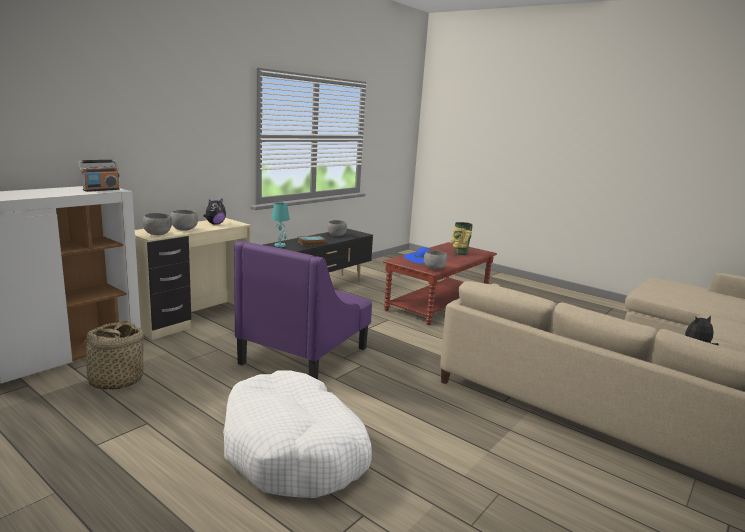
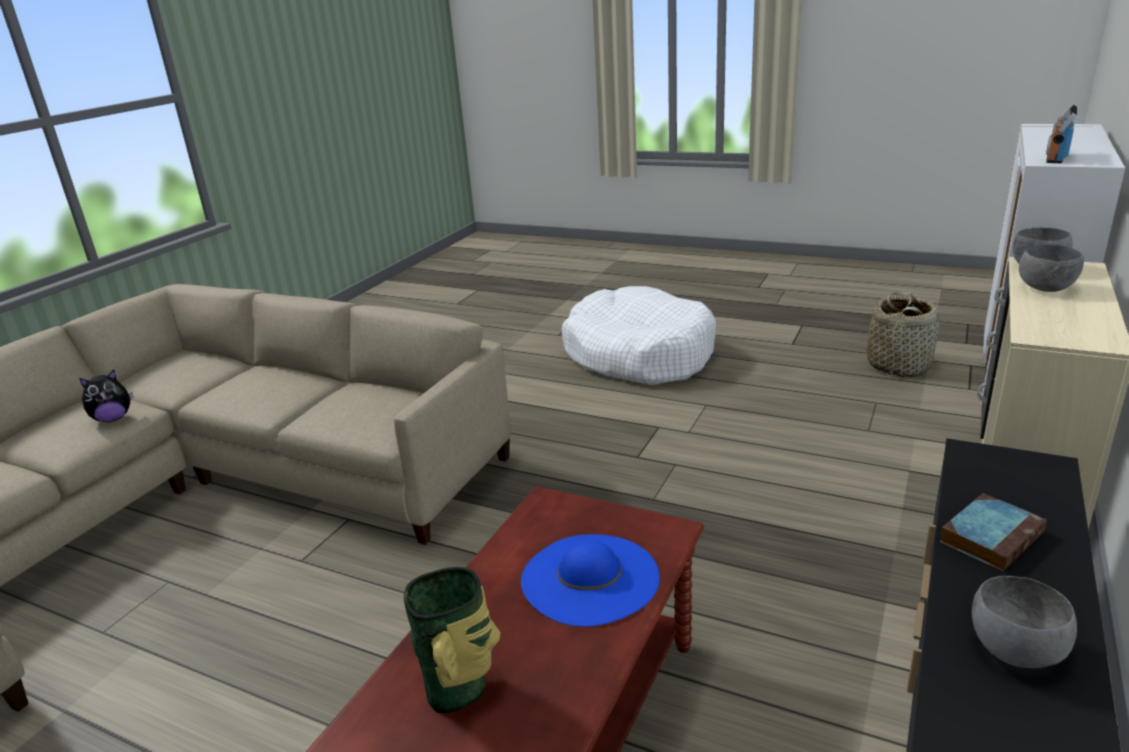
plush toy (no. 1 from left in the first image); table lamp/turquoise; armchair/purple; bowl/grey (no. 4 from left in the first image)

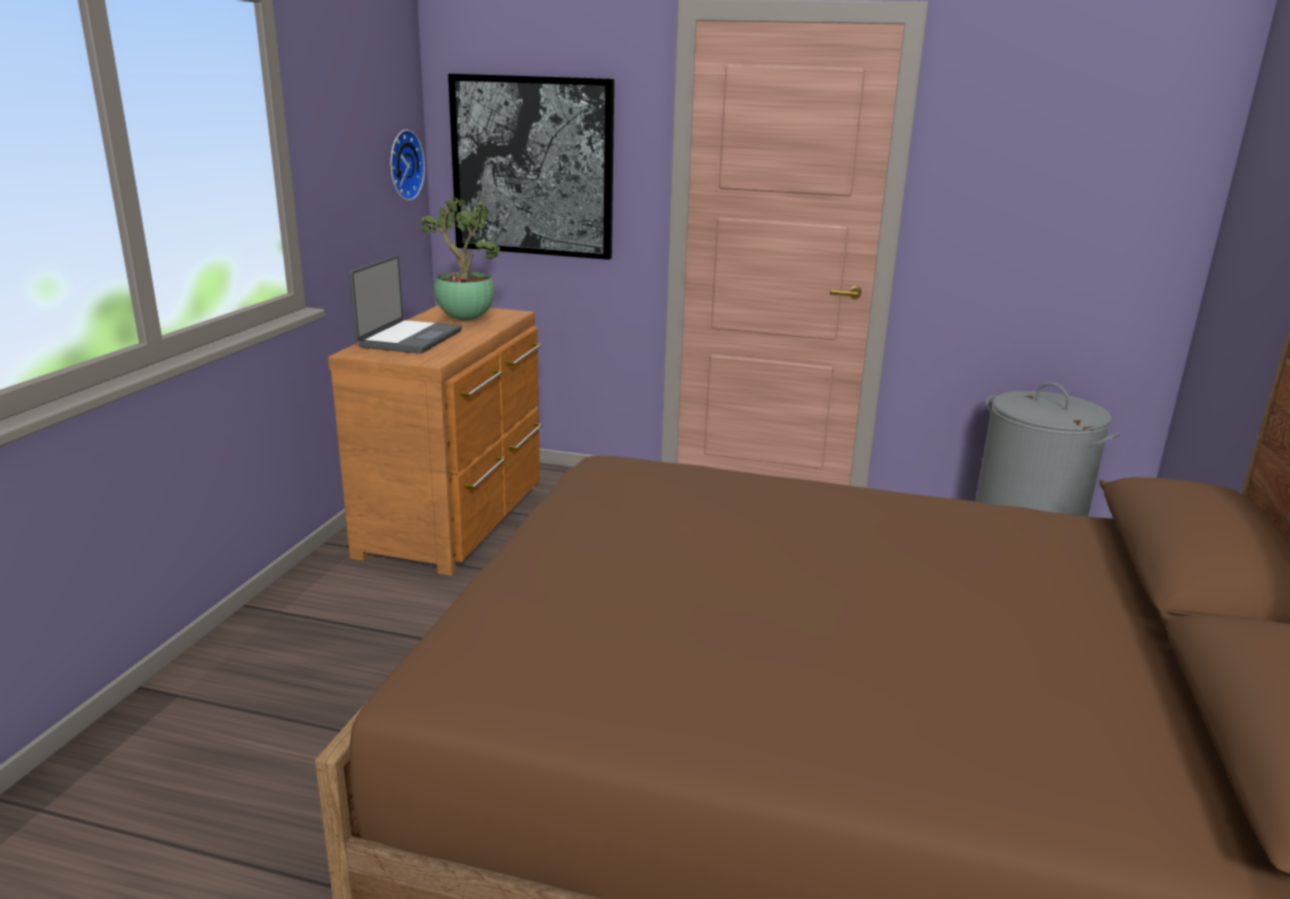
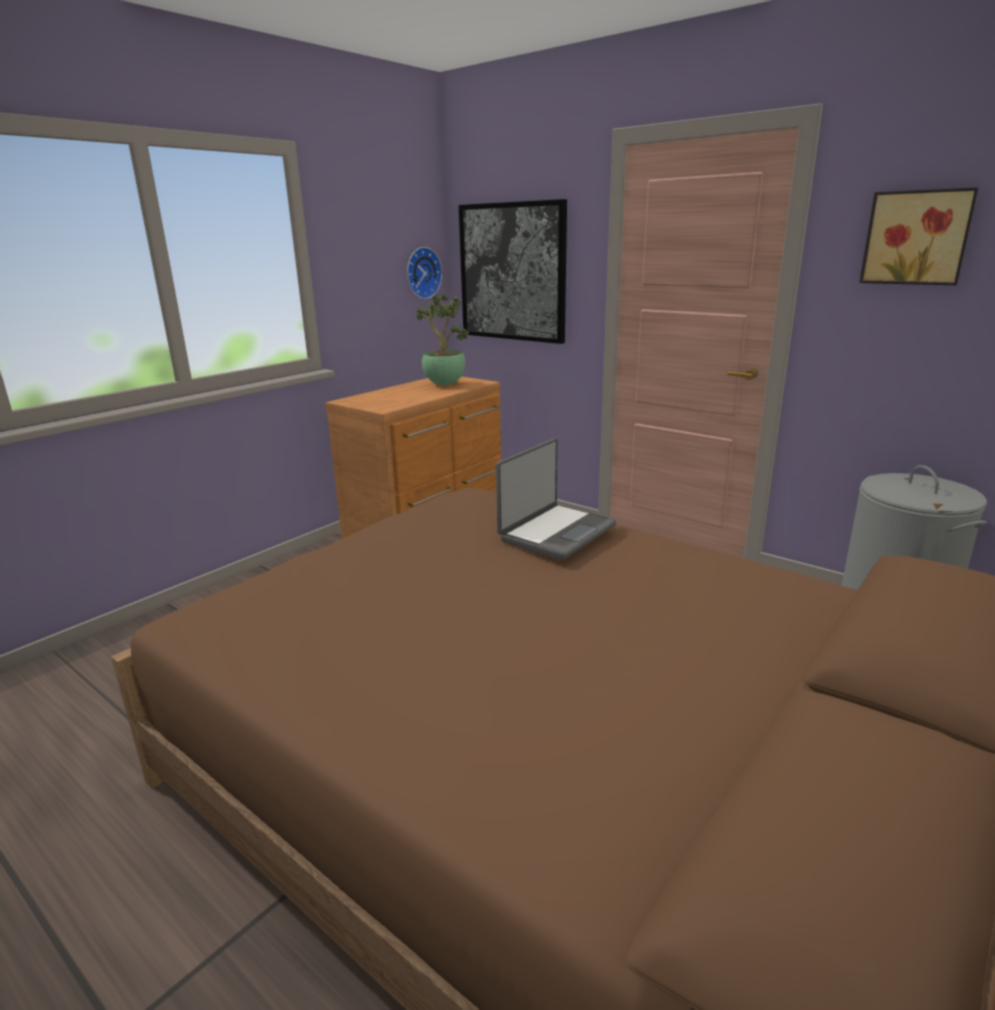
laptop; picture (no. 2 from left)

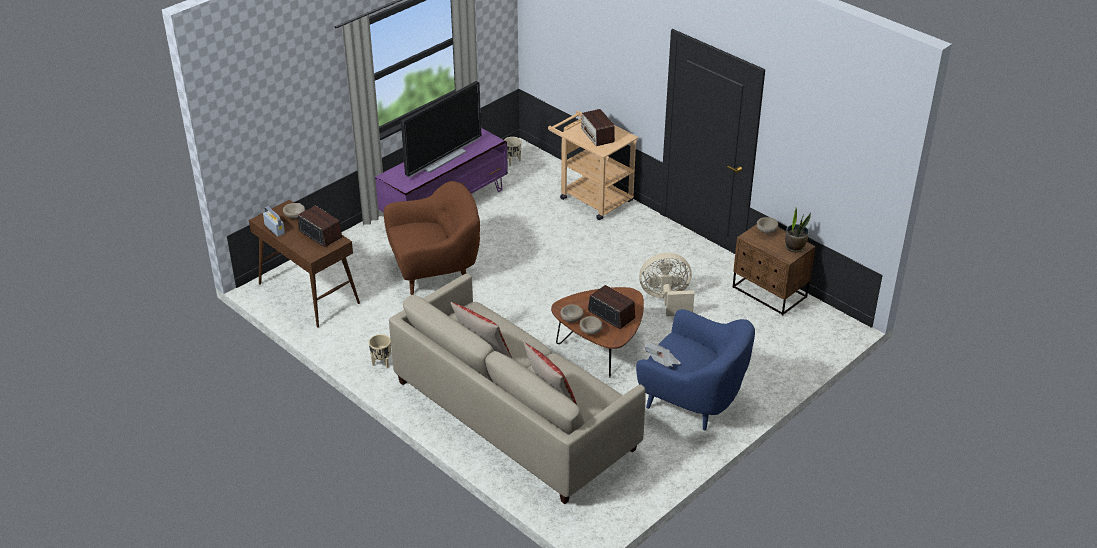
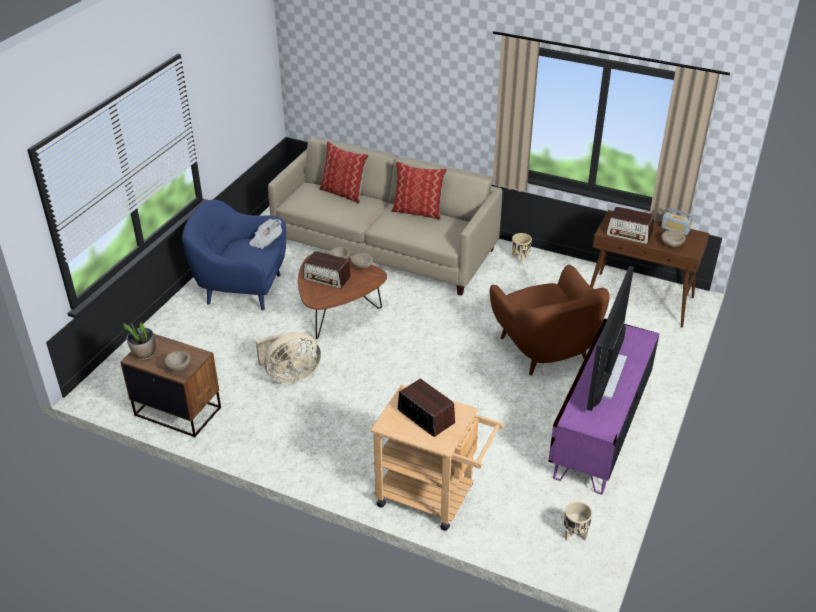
armchair/brown

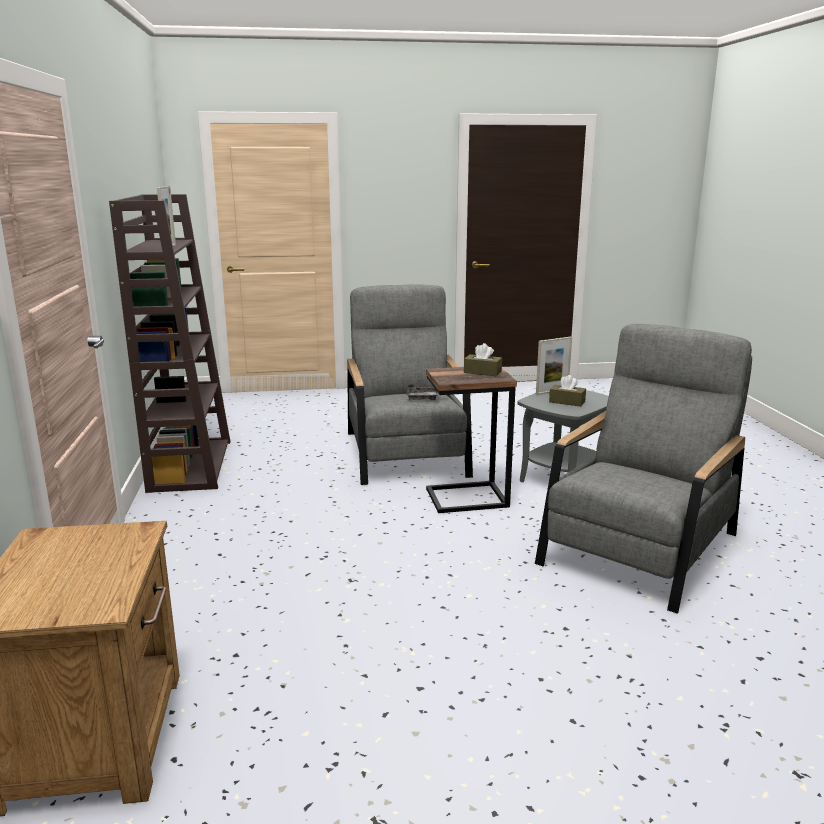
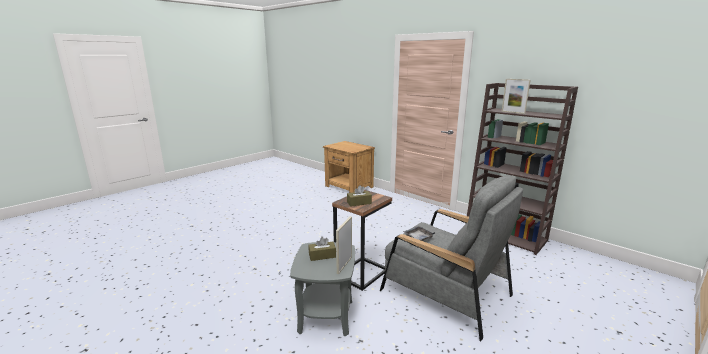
armchair/grey (no. 2 from left in the first image)

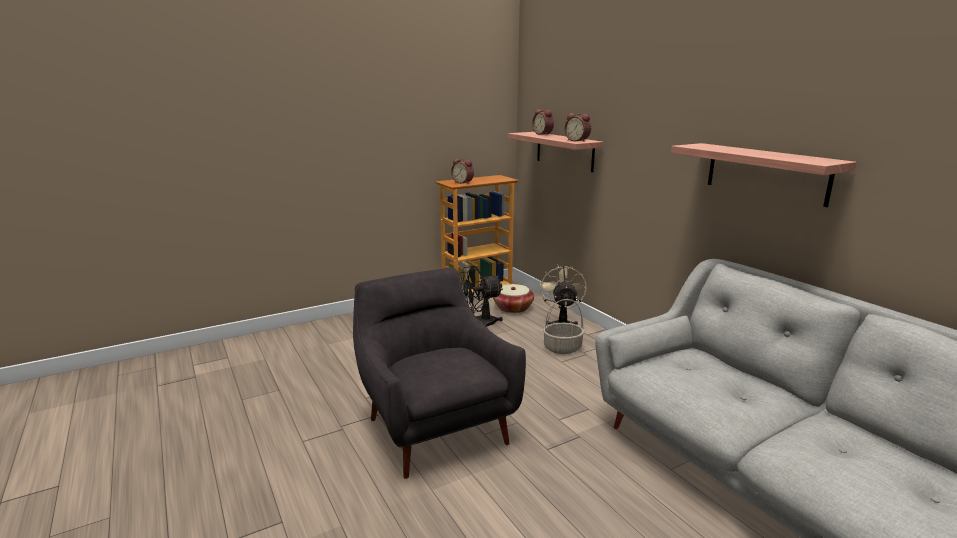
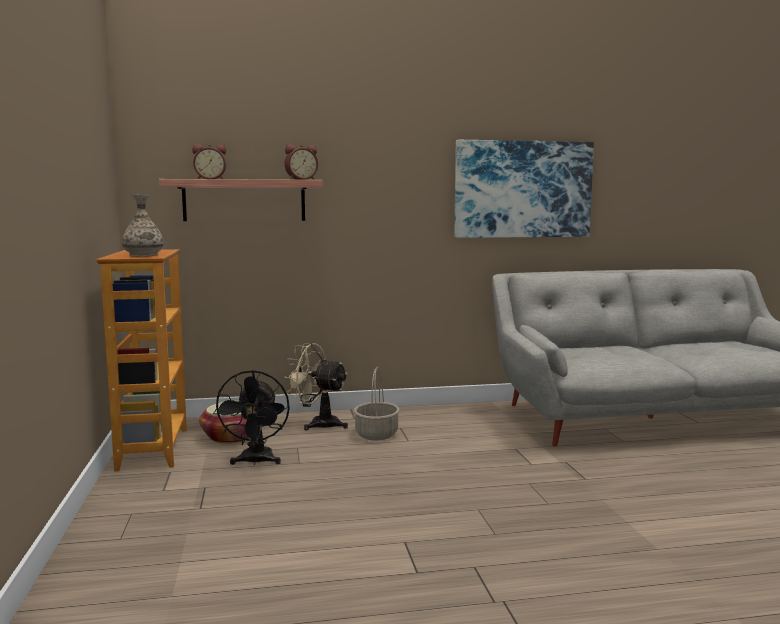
picture; vase; armchair/grey

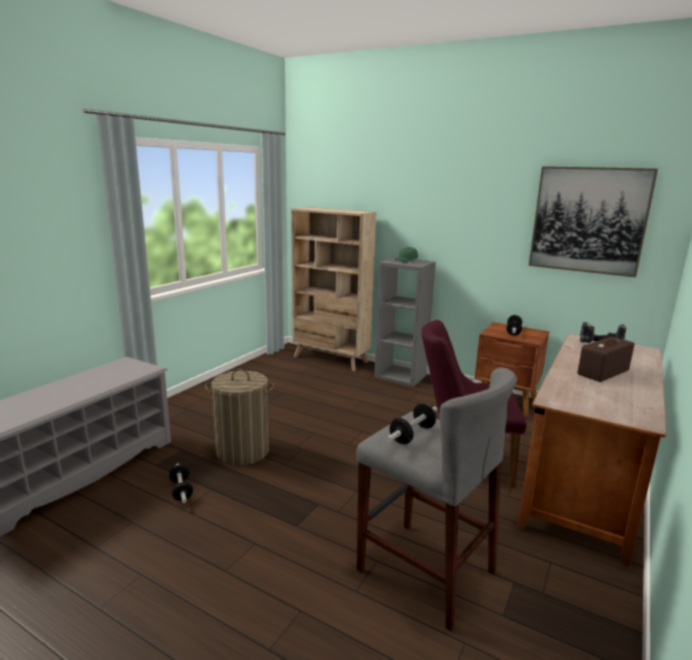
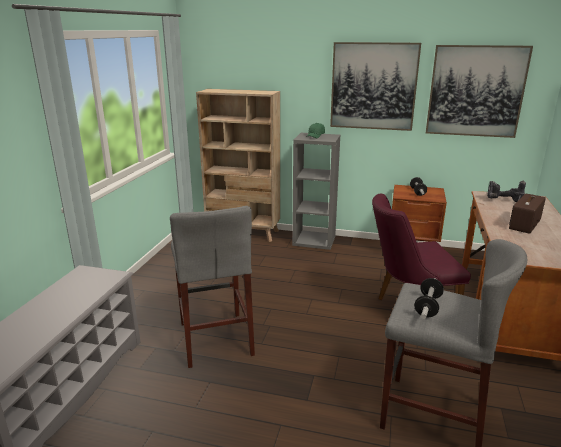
stool/grey (no. 1 from left); dumbbell (no. 1 from left in the first image); picture (no. 1 from left)

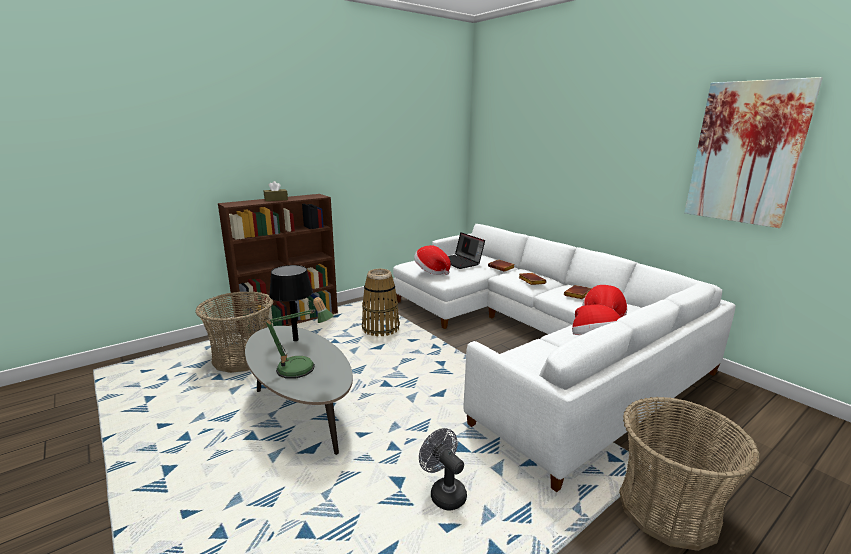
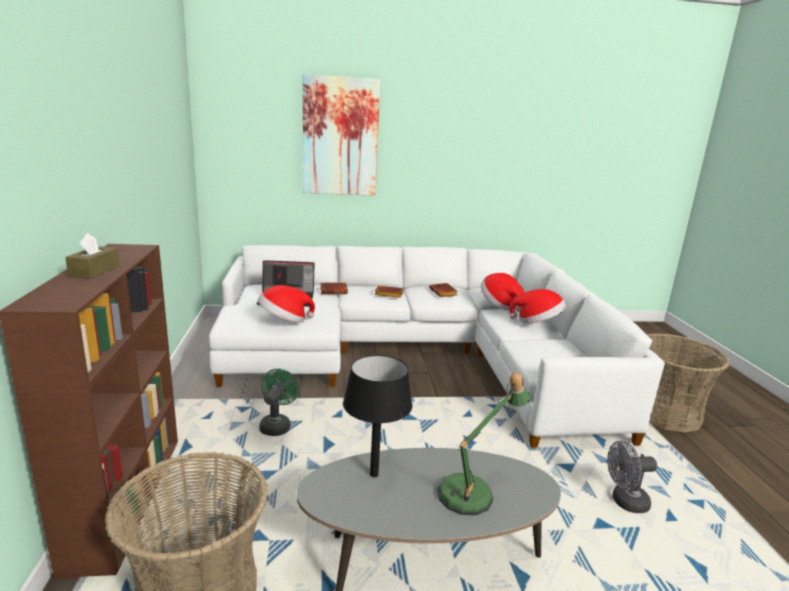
picture; fan/green

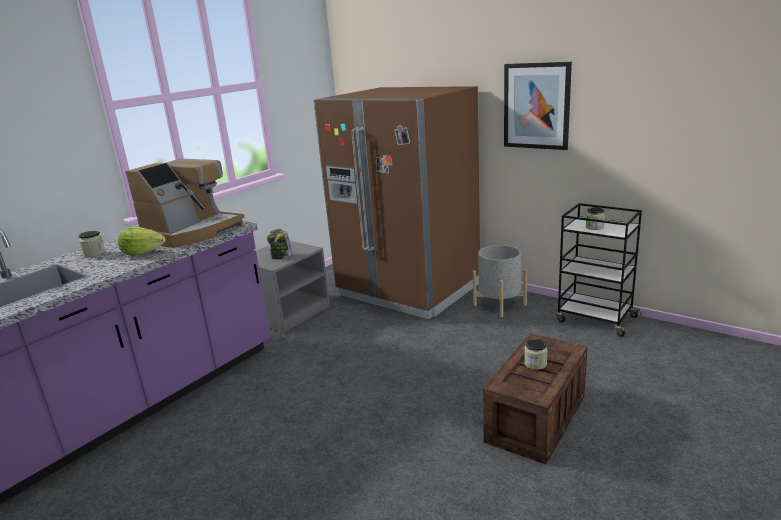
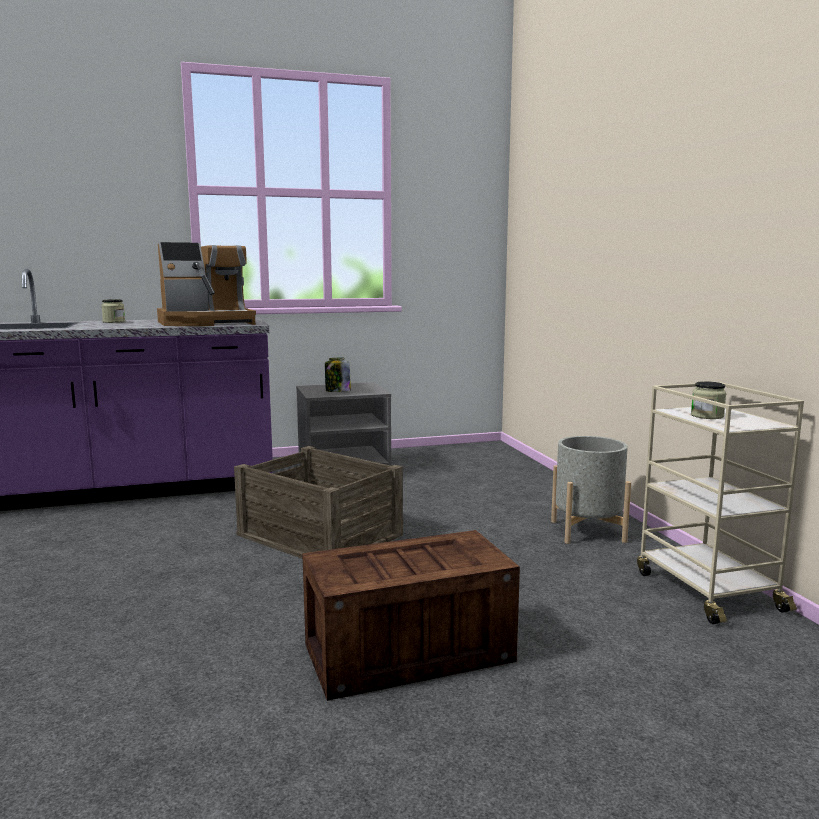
picture; fridge/brown; cart/beige; lettuce; jar (no. 3 from left in the first image); crate (no. 1 from left)

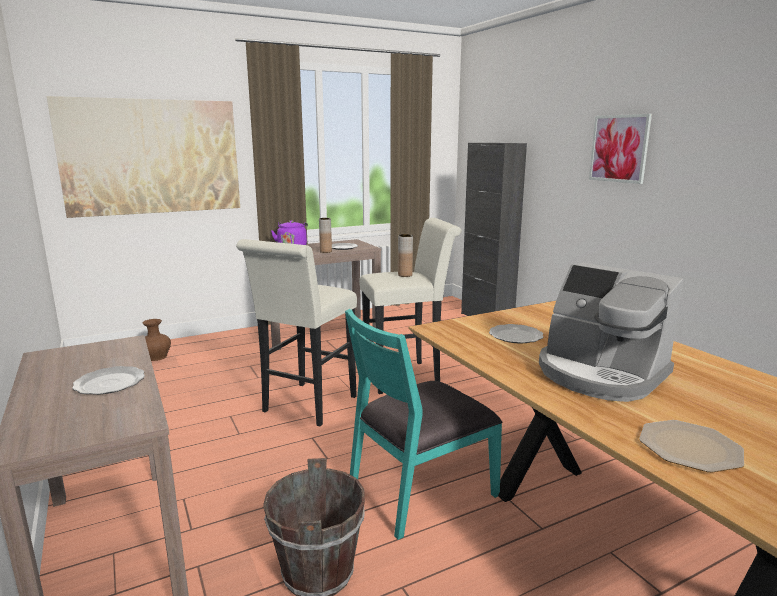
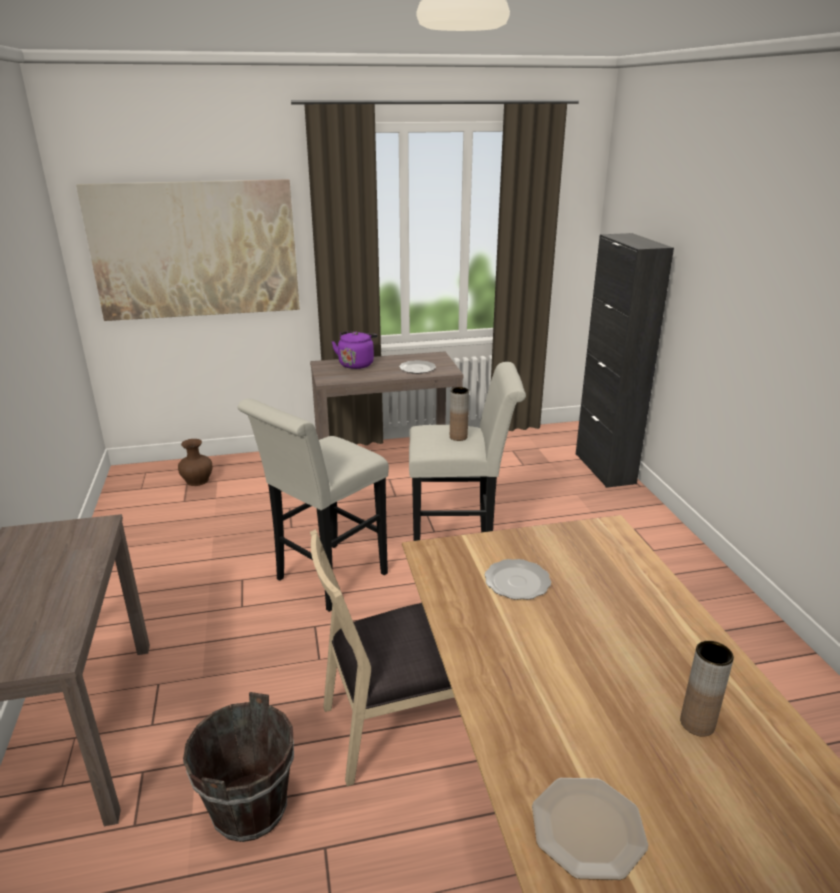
picture (no. 2 from left in the first image); vase/brown (no. 3 from left); coffee machine; chair/beige; plate (no. 1 from left in the first image)

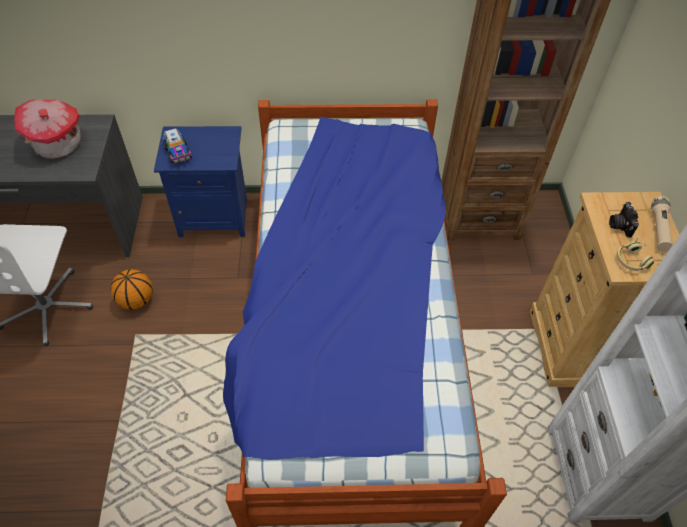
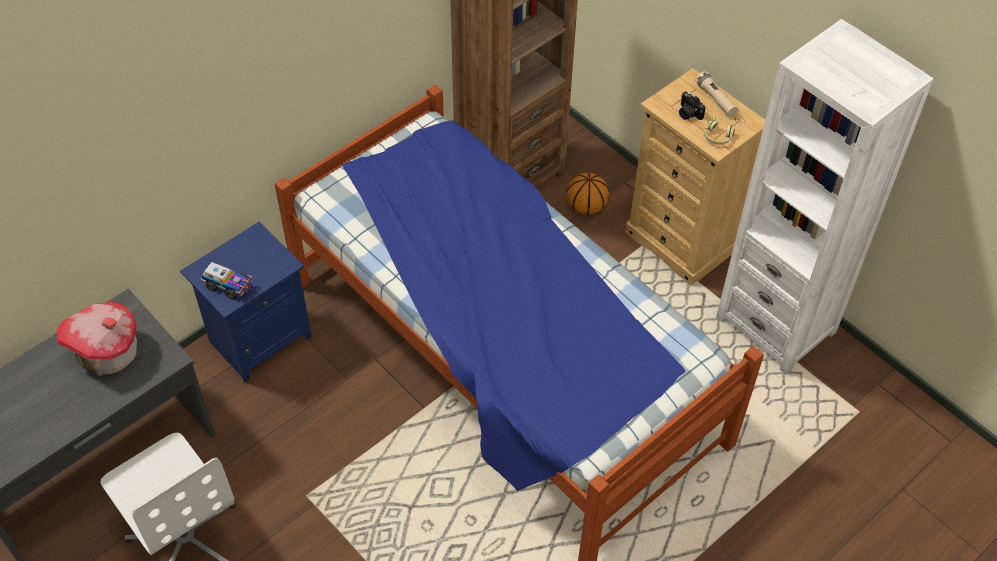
basketball

